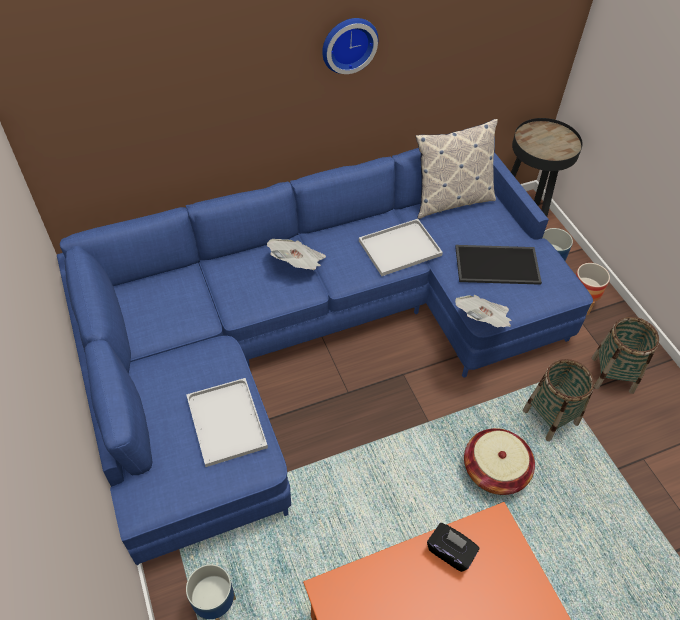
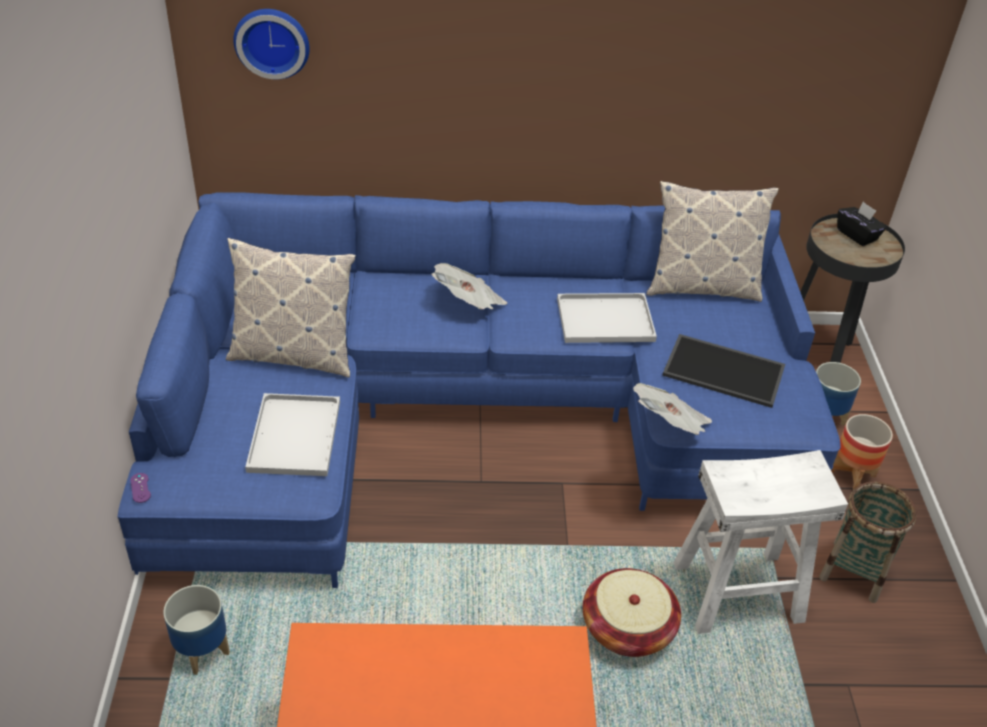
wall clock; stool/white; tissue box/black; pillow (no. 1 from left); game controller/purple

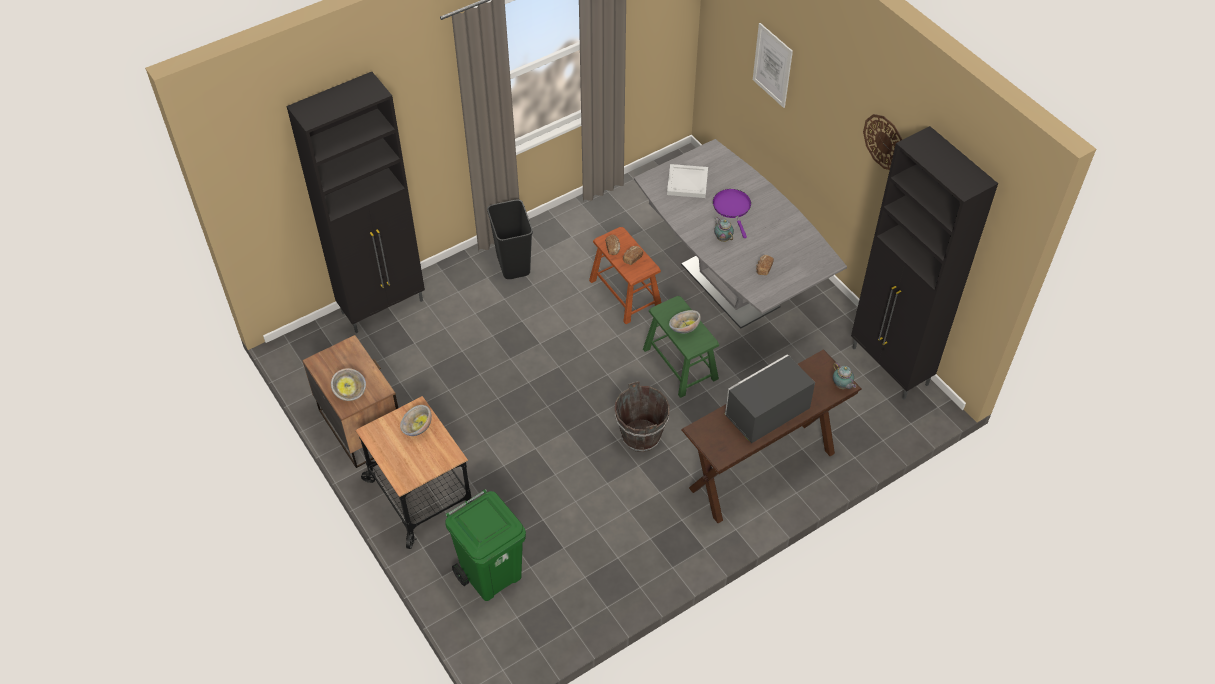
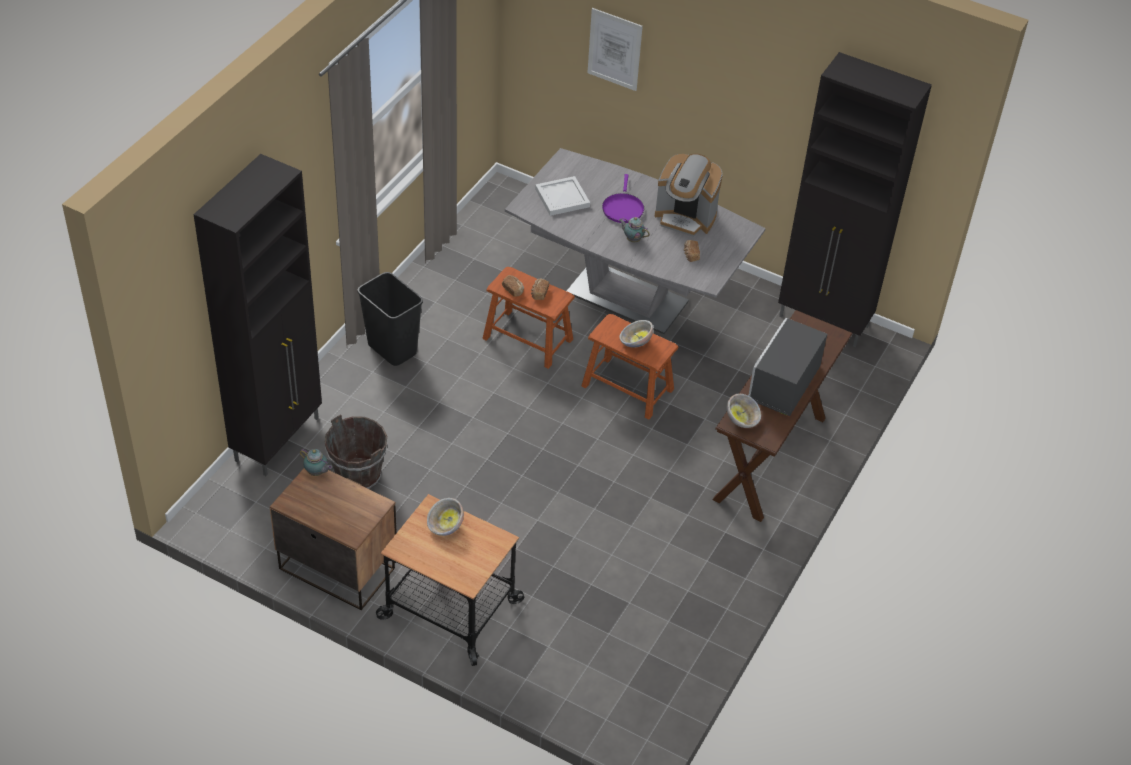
wall clock; frying pan/purple; stool/brown (no. 2 from left); teapot (no. 1 from left); bowl (no. 3 from left); bucket/brown; trash can/green; coffee machine

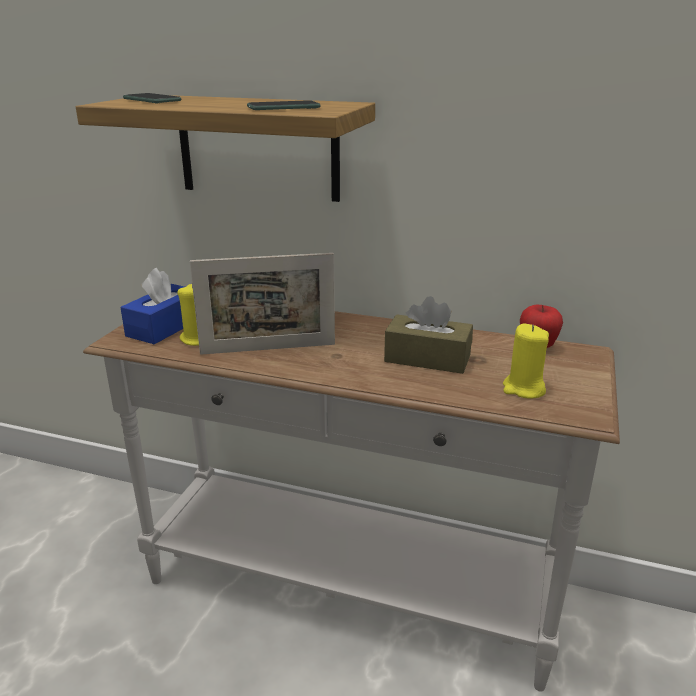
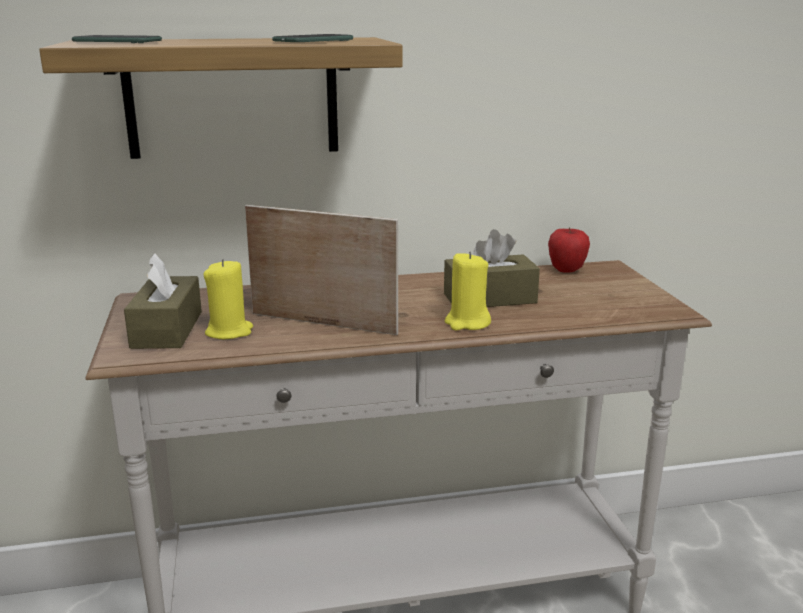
picture frame; tissue box/brown (no. 1 from left); candle/yellow (no. 2 from left)

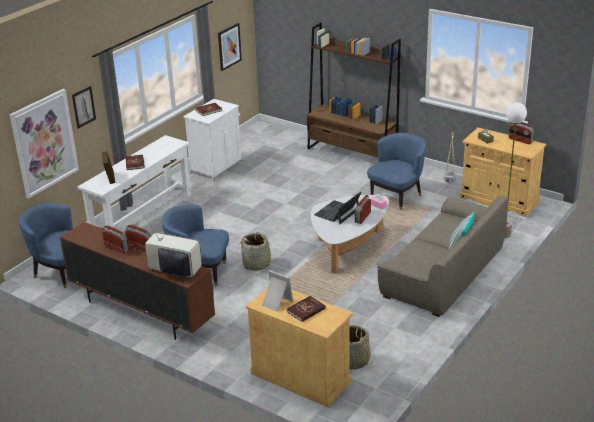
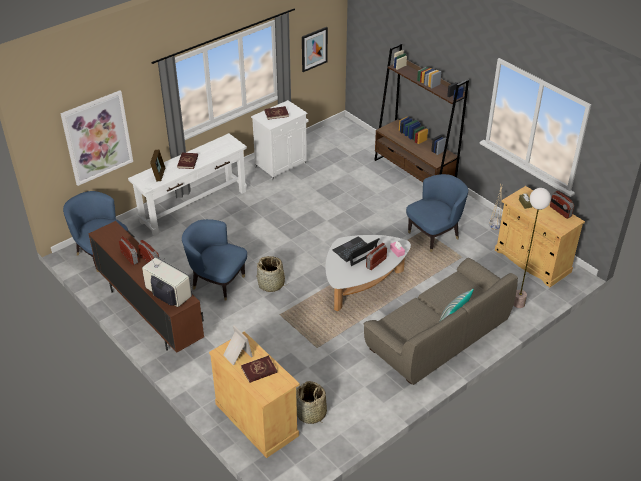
picture (no. 2 from left in the first image)

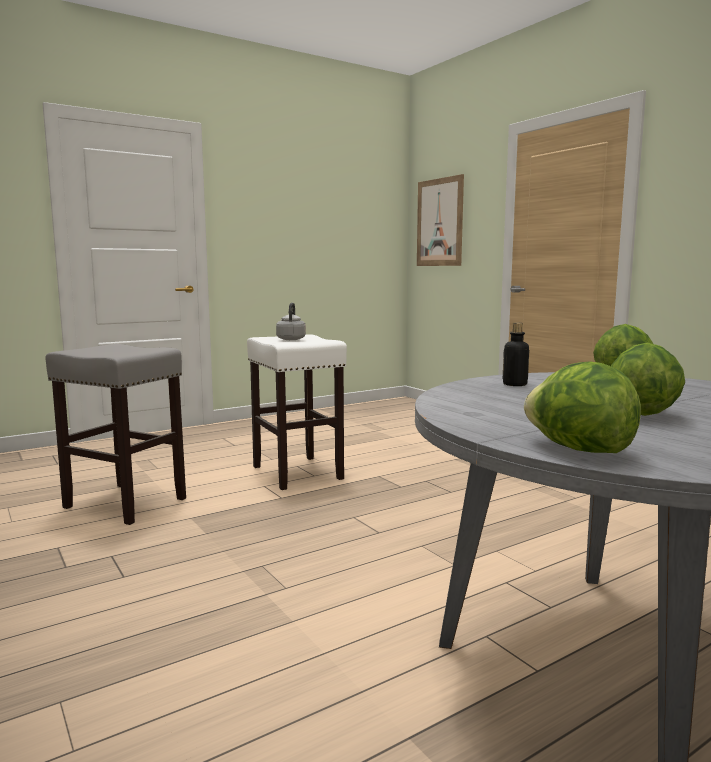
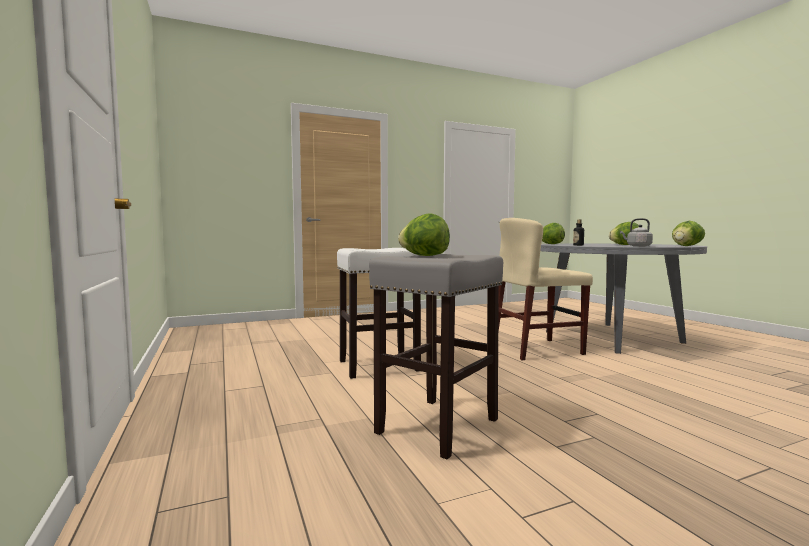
picture; kettle/grey; lettuce (no. 1 from left); chair/beige

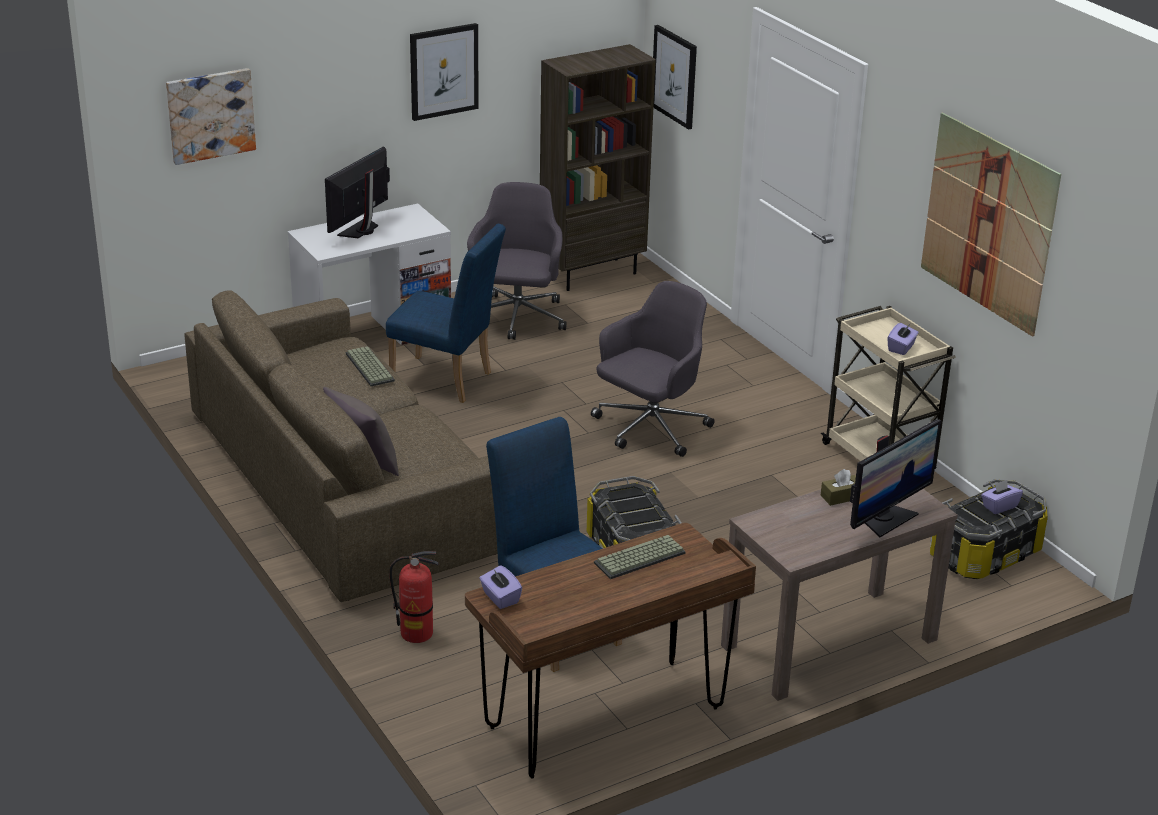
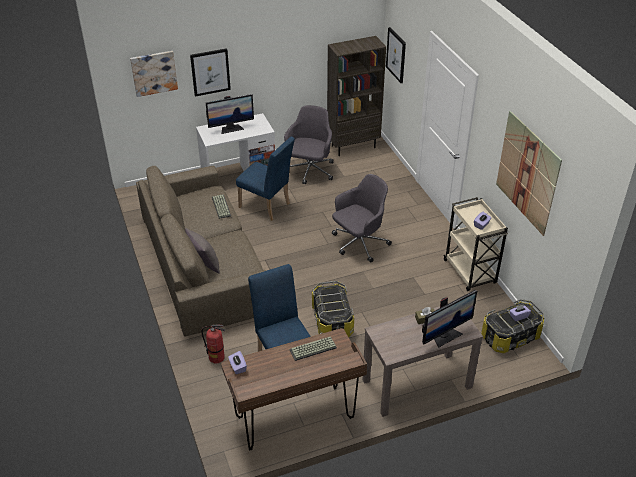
picture (no. 2 from left); monitor (no. 1 from left)

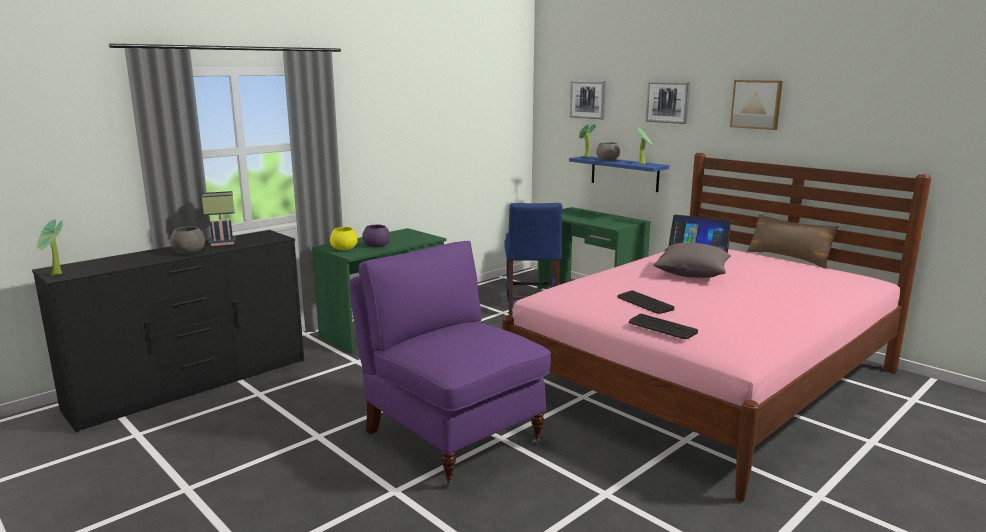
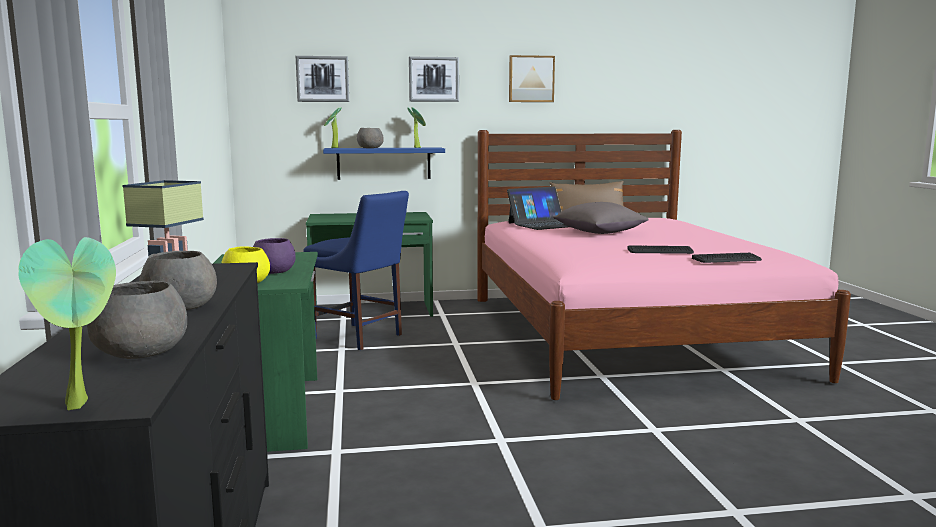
armchair/purple; bowl/grey (no. 1 from left)

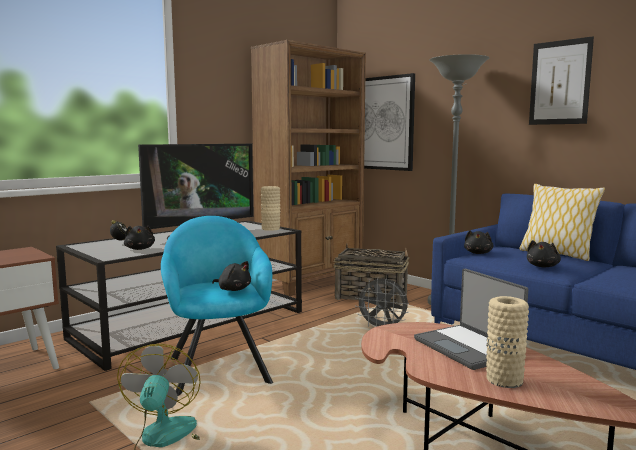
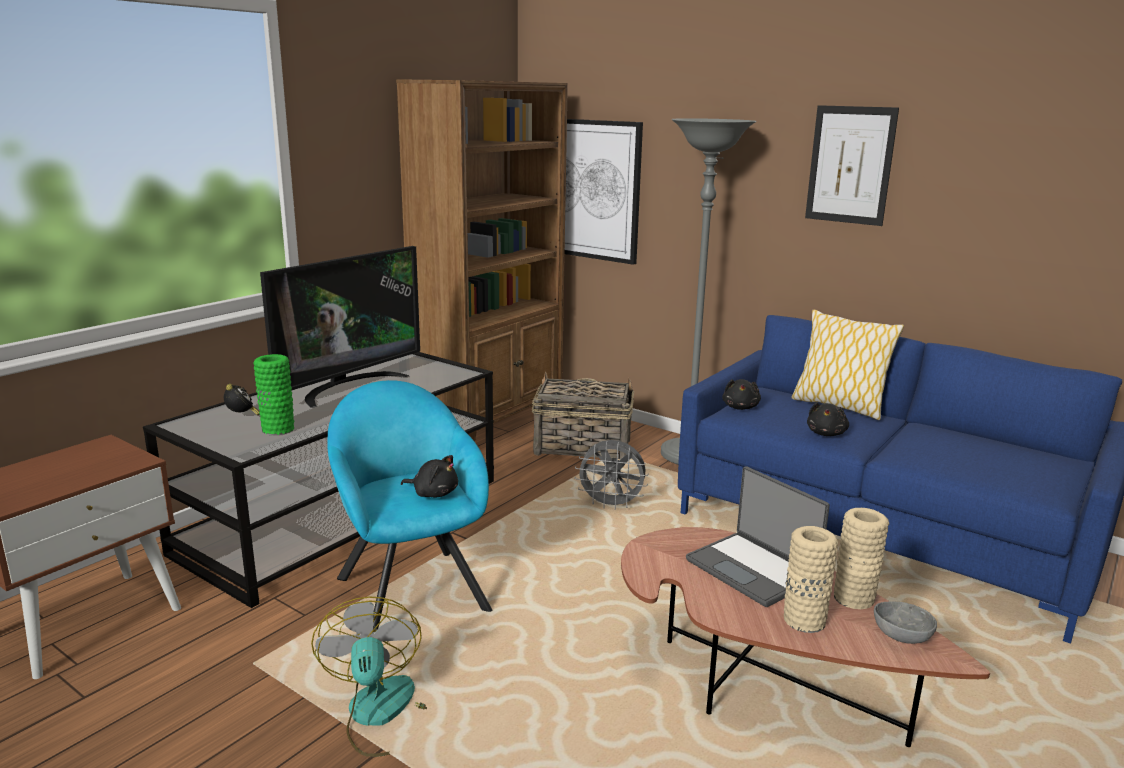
vase/beige (no. 2 from left); vase/green; bowl/grey

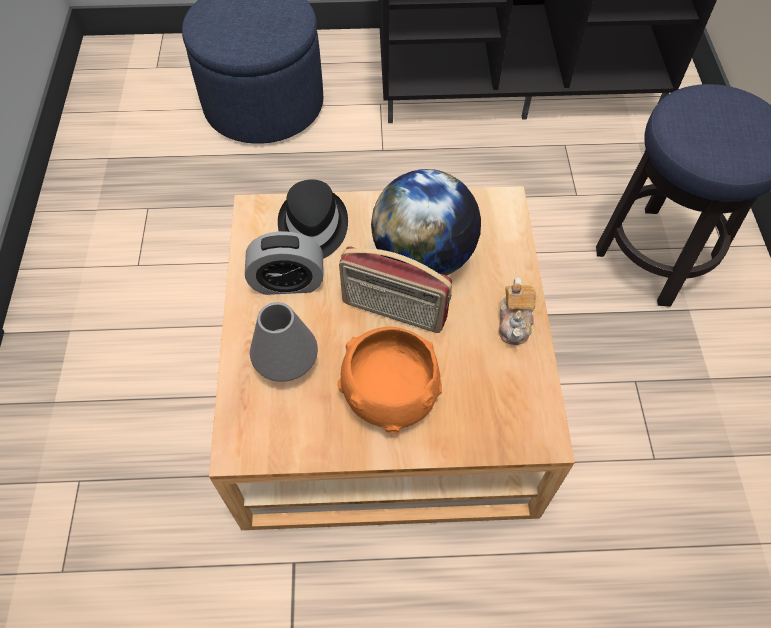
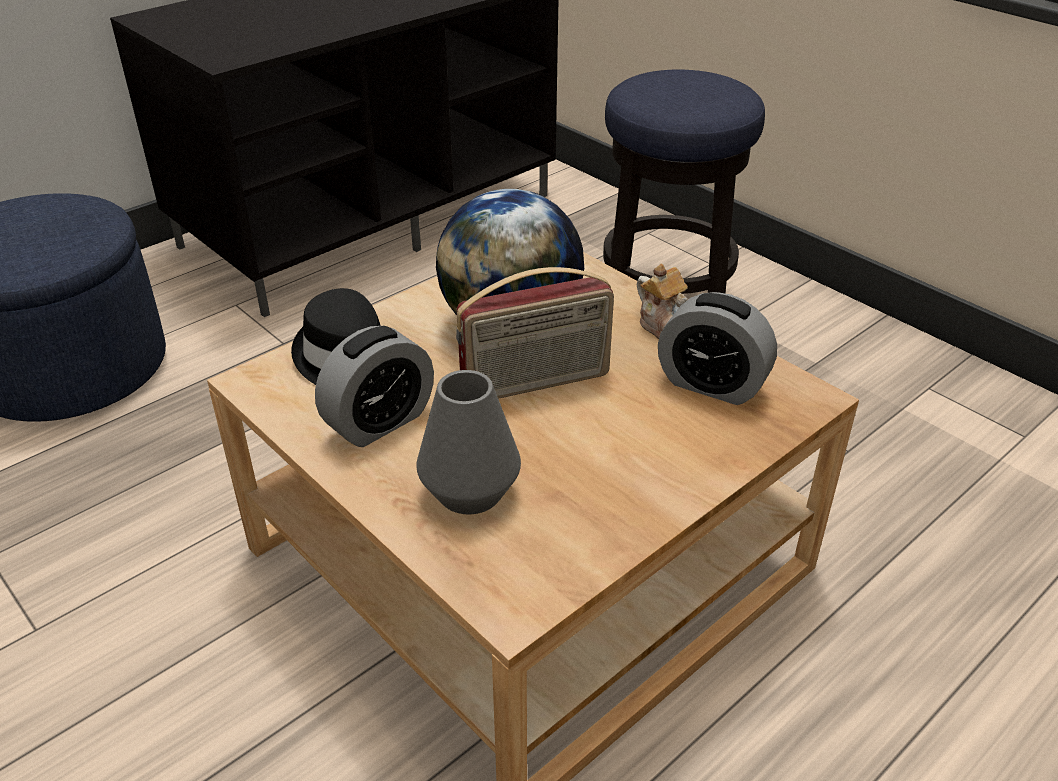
bowl/orange; alarm clock (no. 2 from left)

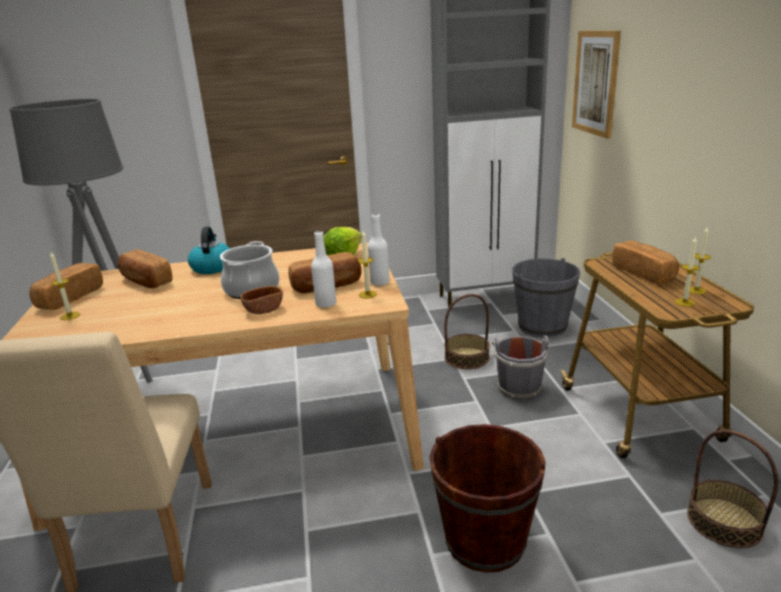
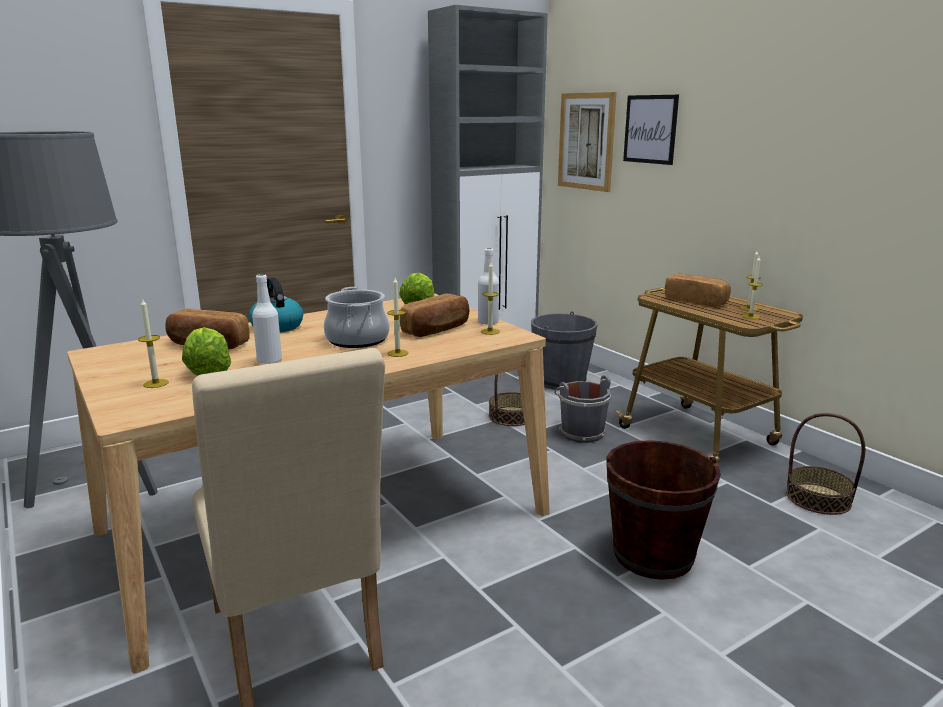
bottle/white (no. 1 from left); bread (no. 1 from left in the first image); candle (no. 2 from left); picture (no. 2 from left); lettuce (no. 1 from left)

